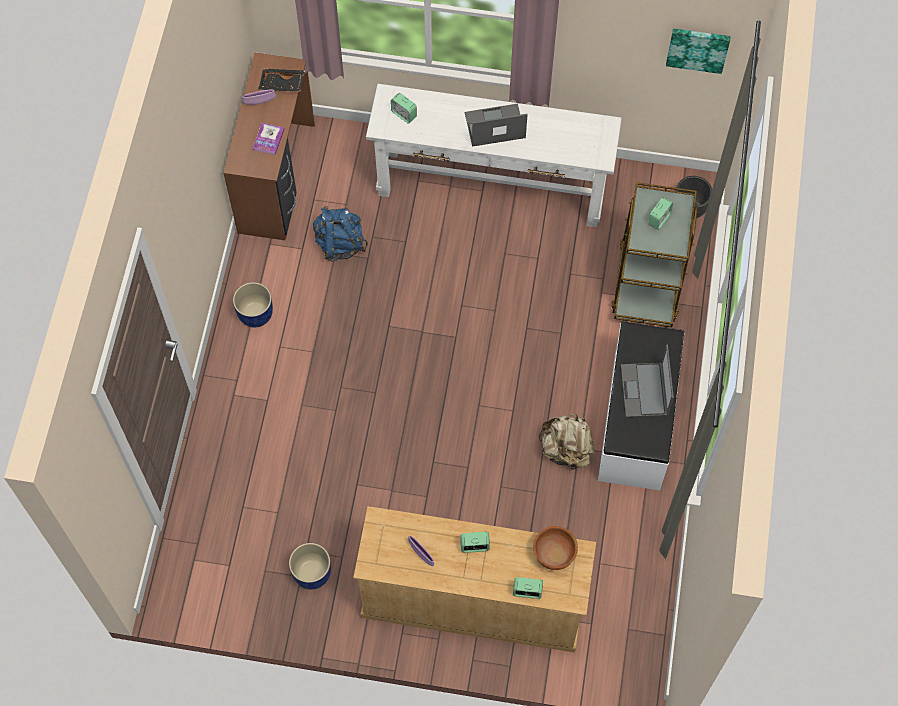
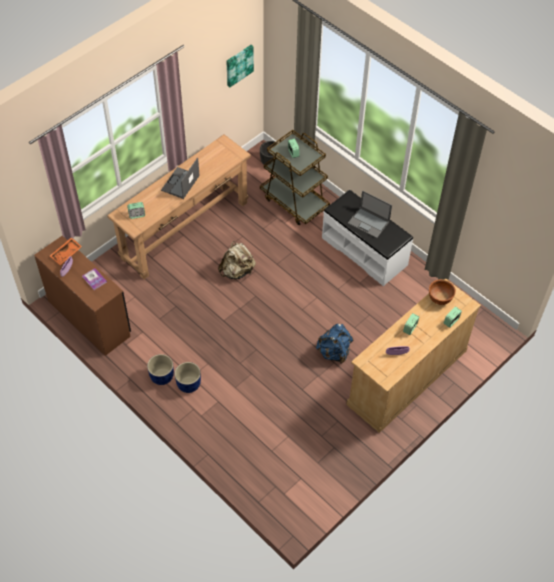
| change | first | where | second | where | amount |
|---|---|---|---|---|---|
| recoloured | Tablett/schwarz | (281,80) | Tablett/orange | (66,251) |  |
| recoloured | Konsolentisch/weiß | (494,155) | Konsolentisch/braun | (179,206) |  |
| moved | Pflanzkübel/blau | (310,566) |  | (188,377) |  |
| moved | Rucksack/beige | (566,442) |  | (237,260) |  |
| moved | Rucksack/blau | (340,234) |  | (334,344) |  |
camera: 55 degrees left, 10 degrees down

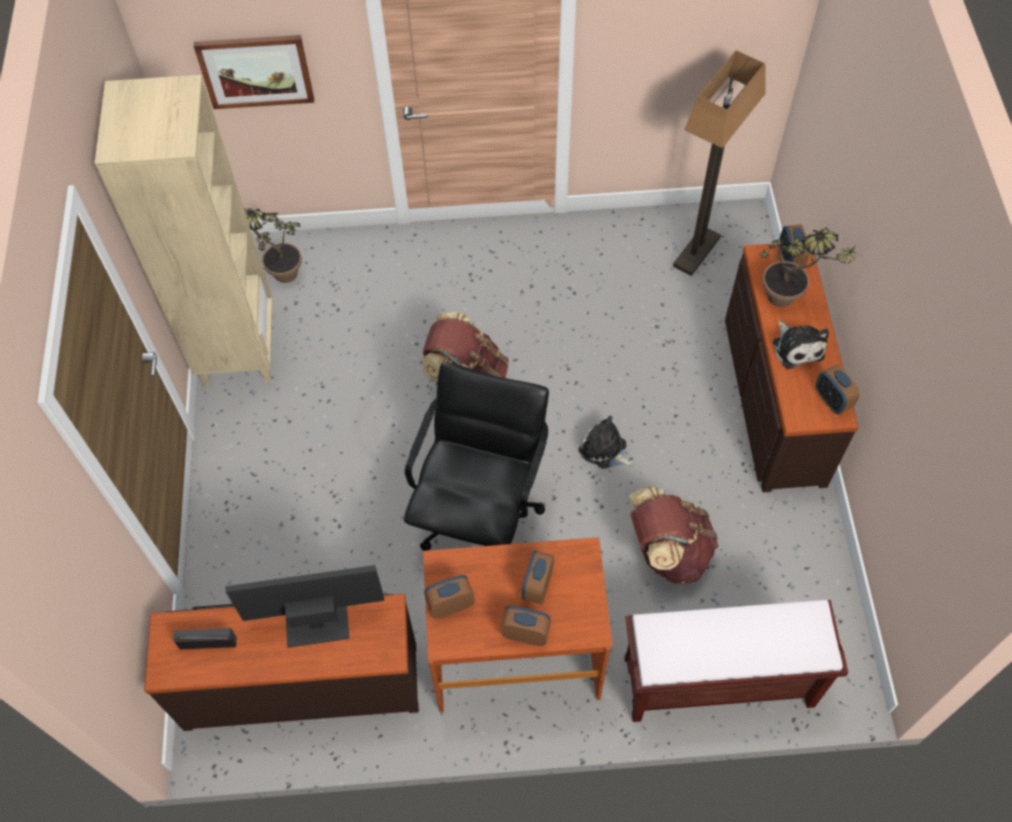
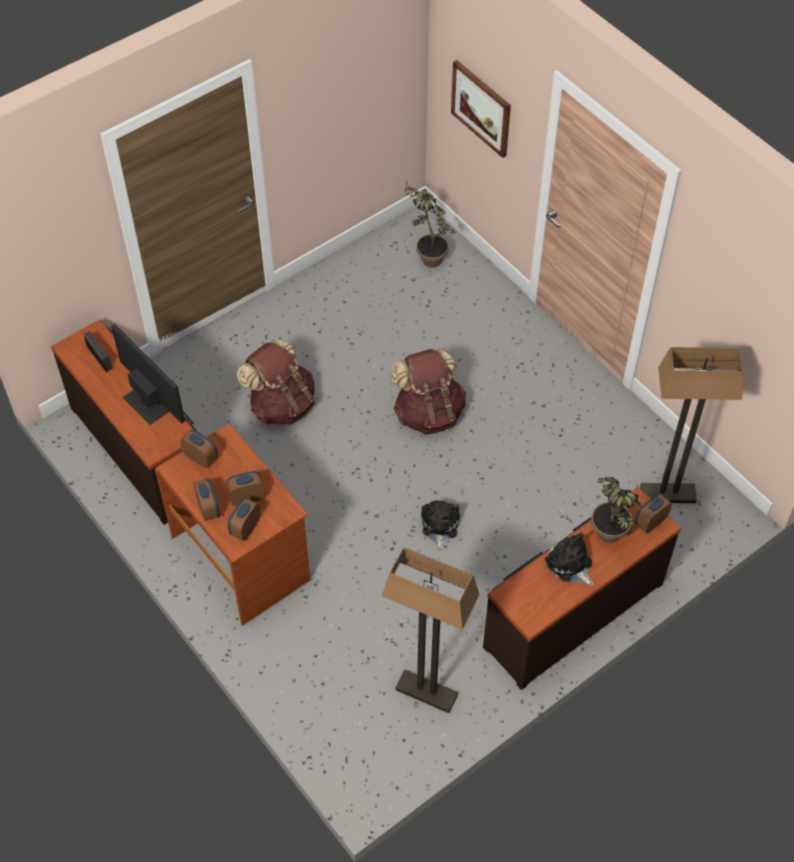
| change | first | where | second | where | amount |
|---|---|---|---|---|---|
| moved | Wecker | (838,389) |  | (244,519) |  |
| moved | Rucksack/braun | (674,535) |  | (276,382) |  |
| added |  |  | Stehlampe | (431,630) |  |
| turned | Plüschtier | (801,345) |  | (569,559) | 105 degrees clockwise |
| removed | Bücherregal/beige | (184,231) |  |  |  |
| removed | Bürostuhl/schwarz | (476,456) |  |  |  |
| removed | Bank/braun | (736,661) |  |  |  |
camera: 55 degrees right, 5 degrees down

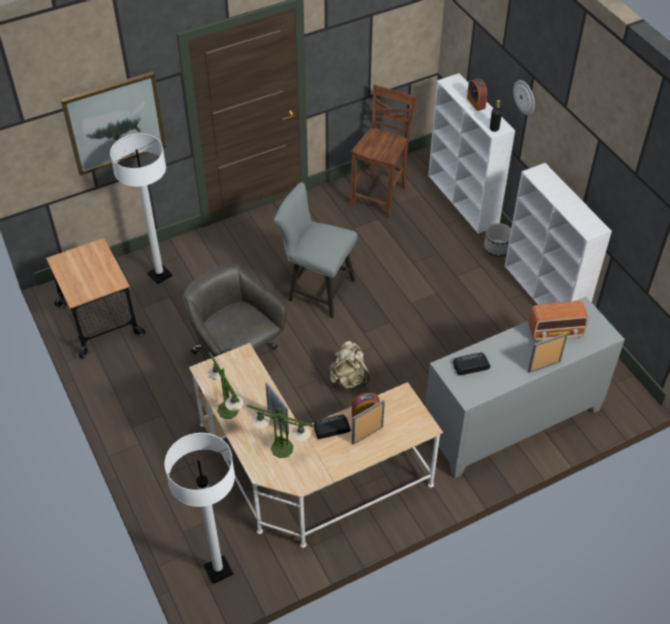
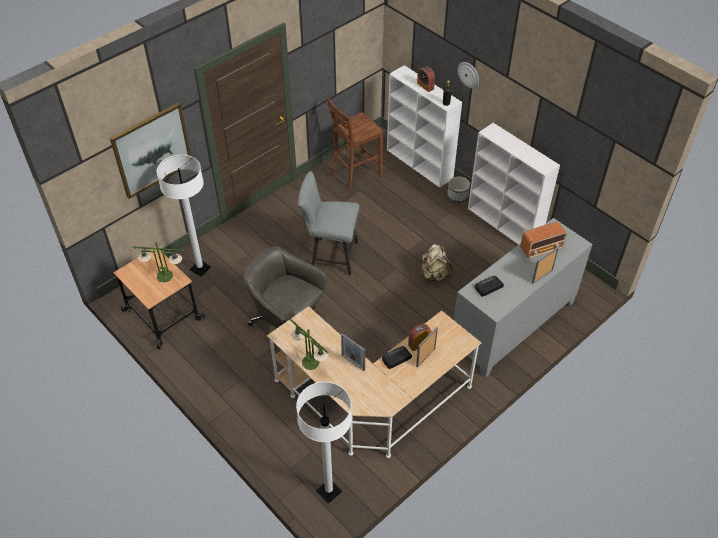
| change | first | where | second | where | amount |
|---|---|---|---|---|---|
| moved | Tischlampe | (280,431) |  | (158,262) |  |
| turned | Stuhl/braun | (383,151) |  | (355,142) | 135 degrees counterclockwise |
| moved | Rucksack/beige | (349,365) |  | (437,262) |  |
camera: 15 degrees left, 0 degrees up

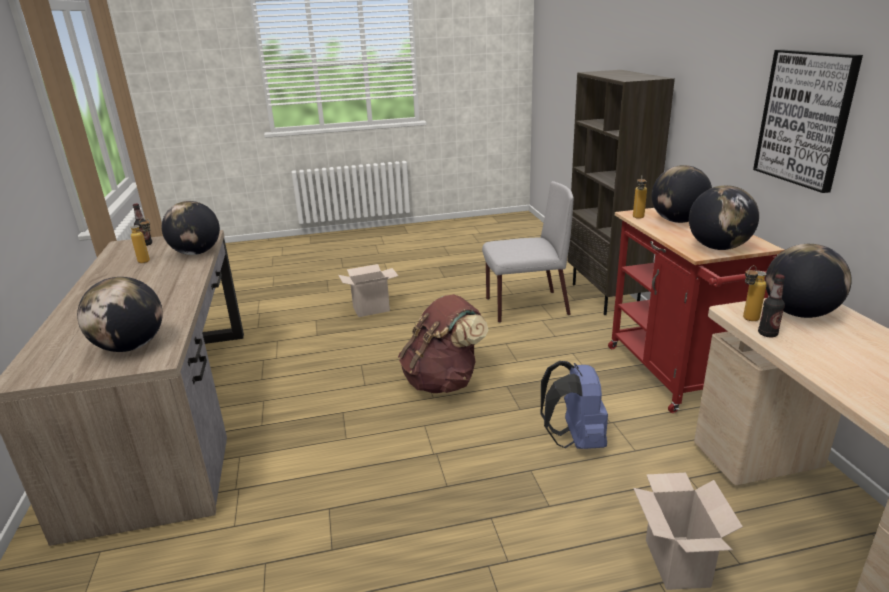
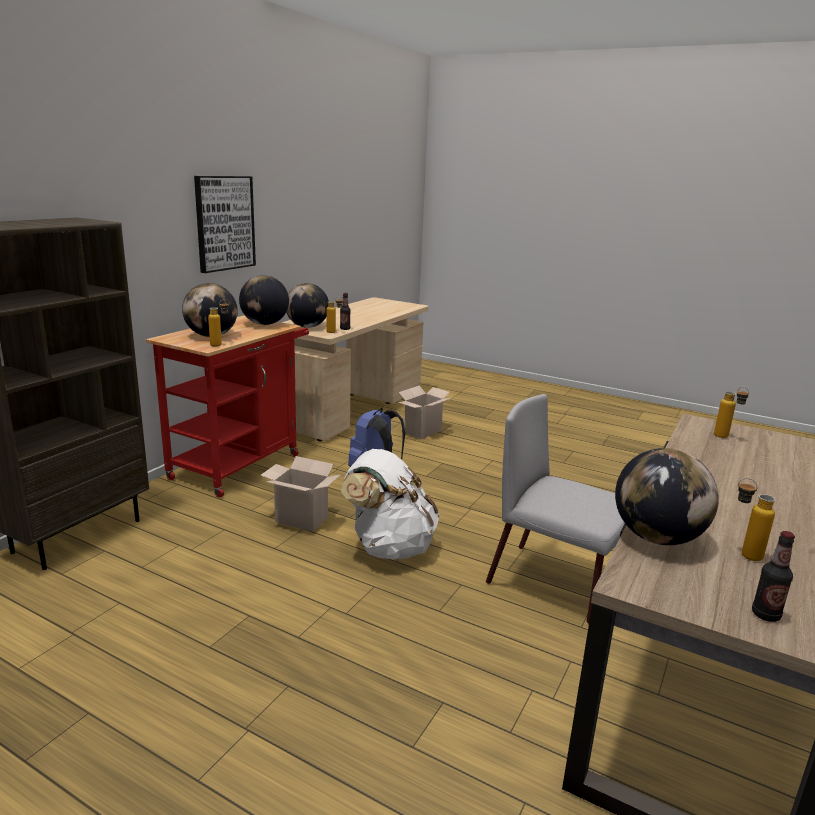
| change | first | where | second | where | amount |
|---|---|---|---|---|---|
| moved | Karton | (368,290) |  | (300,494) |  |
| recoloured | Rucksack/braun | (443,343) | Rucksack/weiß | (390,504) |  |
| moved | Stuhl/grau | (528,252) |  | (555,509) |  |
| replaced | Globus | (120,314) | Flasche | (731,412) |  |
camera: 140 degrees left, 5 degrees down

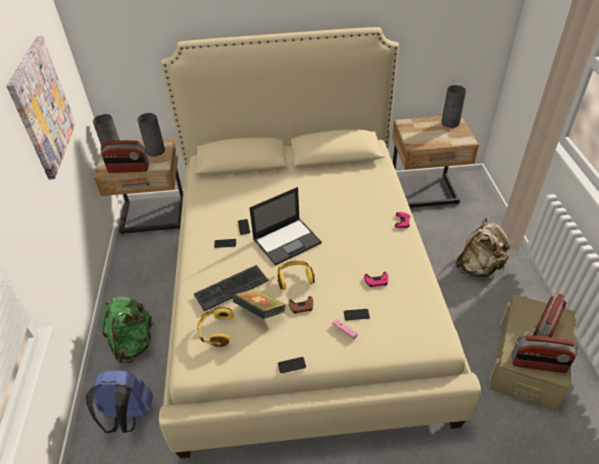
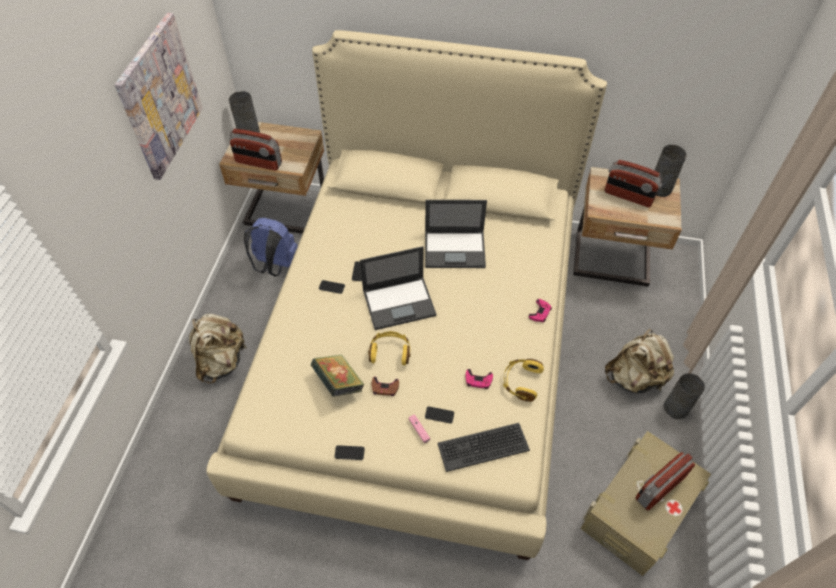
| change | first | where | second | where | amount |
|---|---|---|---|---|---|
| recoloured | Rucksack/grün | (127,330) | Rucksack/beige | (218,349) |  |
| moved | Rucksack/blau | (119,401) |  | (271,247) |  |
| added |  |  | Laptop | (456,234) |  |
| moved | Tastatur | (231,288) |  | (483,447) |  |
| moved | Kopfhörer/gelb | (215,327) |  | (523,380) |  |
| moved | Radio | (545,354) |  | (633,183) |  |
| moved | Vase/grau | (151,135) |  | (684,396) |  |
camera: 15 degrees right, 10 degrees up

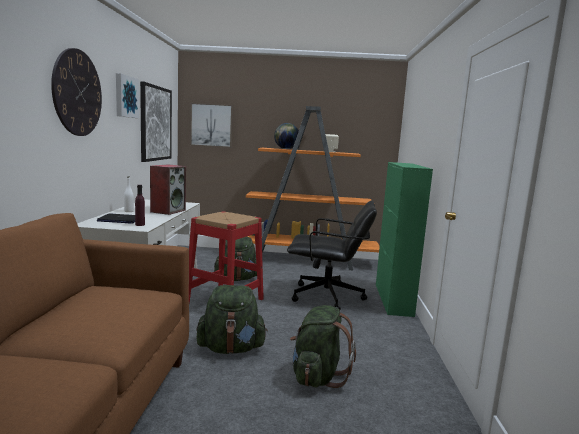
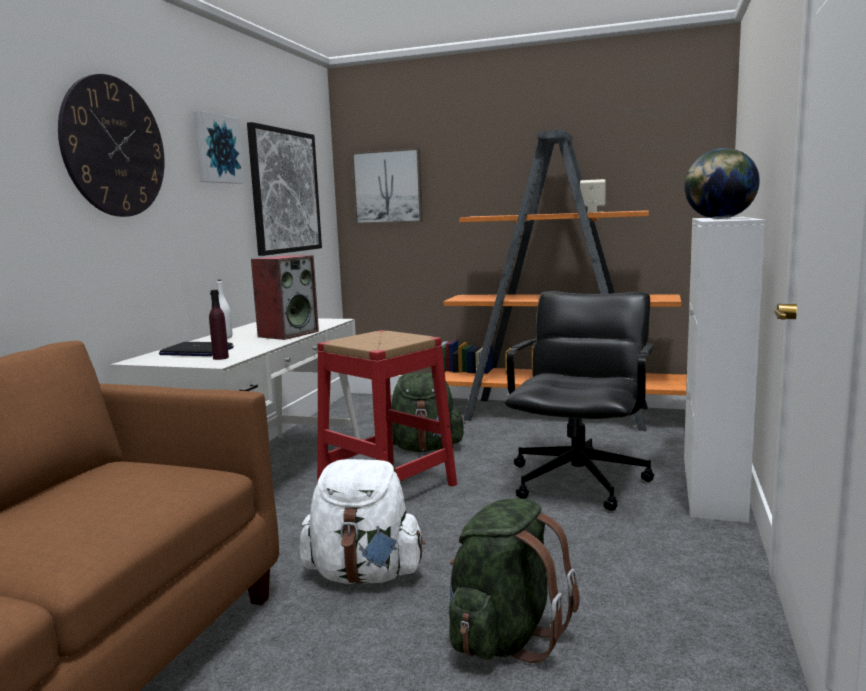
| change | first | where | second | where | amount |
|---|---|---|---|---|---|
| recoloured | Rucksack/grün | (232,319) | Rucksack/weiß | (362,521) |  |
| turned | Bürostuhl/schwarz | (332,255) |  | (579,401) | 90 degrees counterclockwise |
| moved | Globus | (286,136) |  | (722,183) |  |
| recoloured | Schrank/grün | (404,239) | Schrank/weiß | (724,370) |  |
camera: 15 degrees right, 0 degrees up

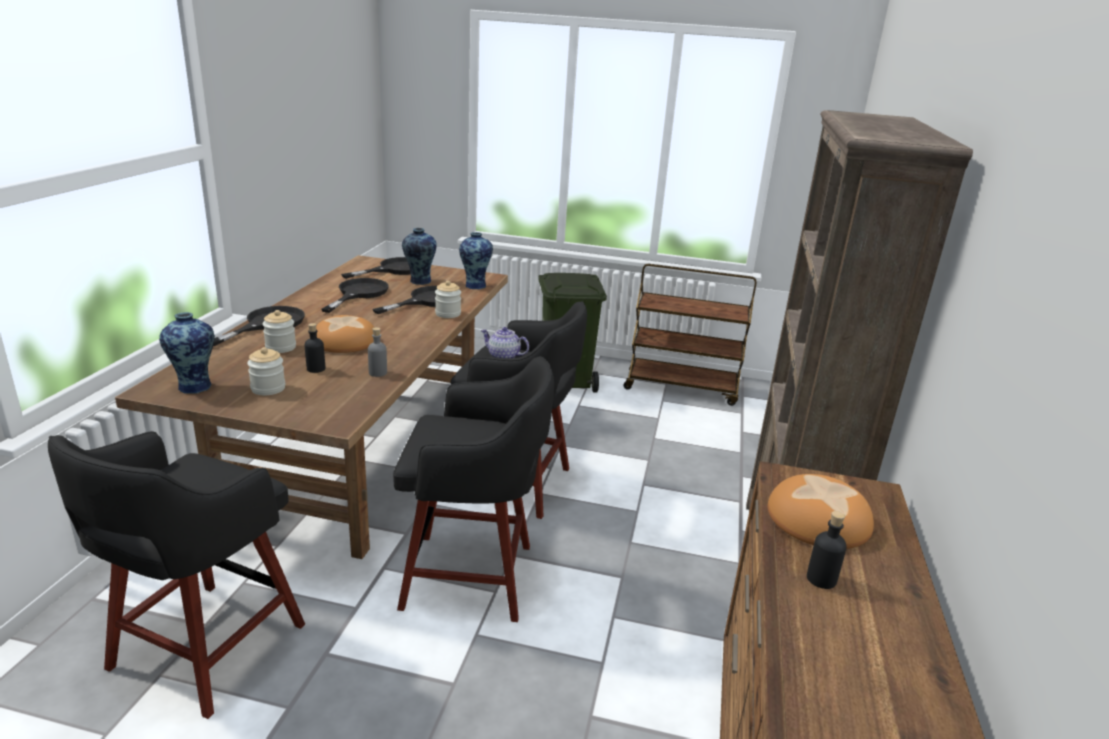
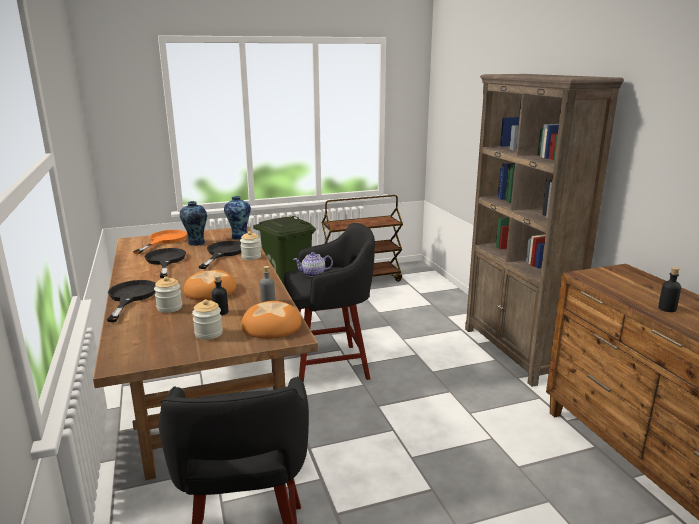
| change | first | where | second | where | amount |
|---|---|---|---|---|---|
| recoloured | Pfanne/schwarz | (376,268) | Pfanne/orange | (160,242) |  |
| moved | Brot | (821,511) |  | (271,320) |  |
| removed | Vase | (187,353) |  |  |  |
| removed | Hocker/schwarz | (473,489) |  |  |  |
camera: 30 degrees left, 5 degrees down

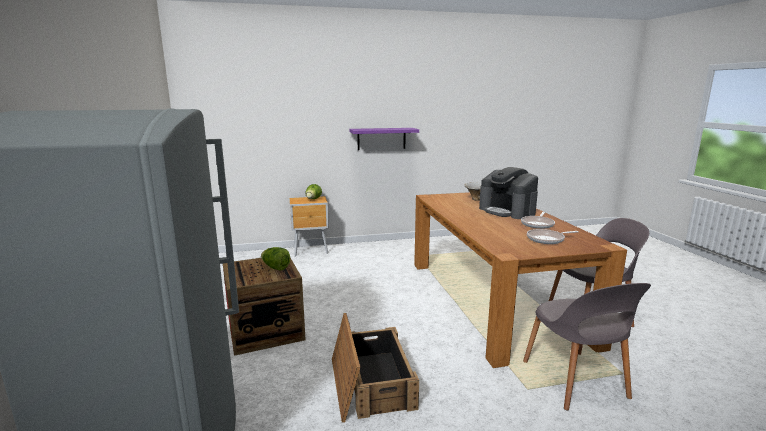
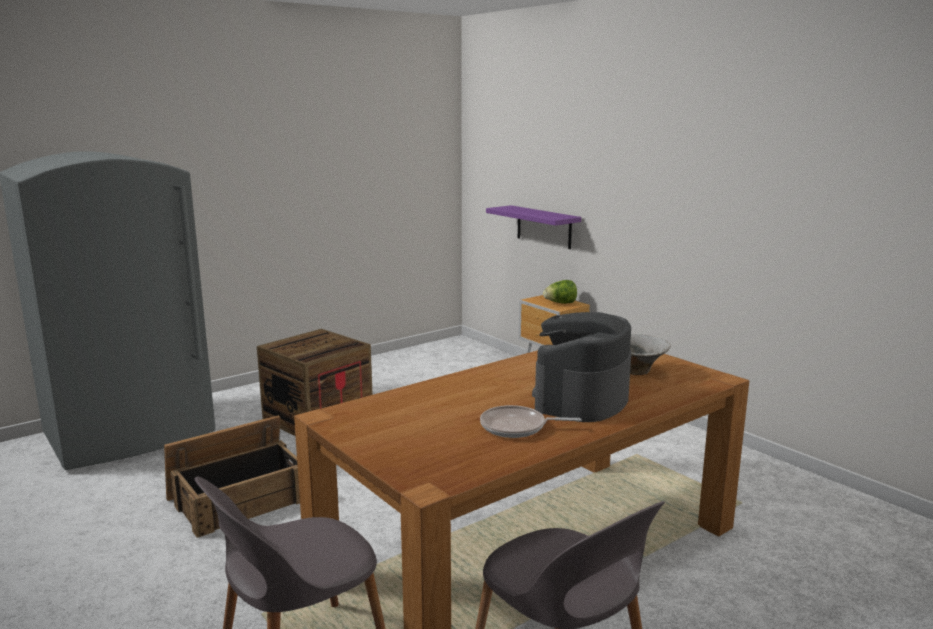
| change | first | where | second | where | amount |
|---|---|---|---|---|---|
| moved | Wandregal/lila | (384,139) |  | (533,227) |  |
| removed | Salatkopf | (275,259) |  |  |  |
| removed | Pfanne | (553,236) |  |  |  |
camera: 65 degrees right, 0 degrees up

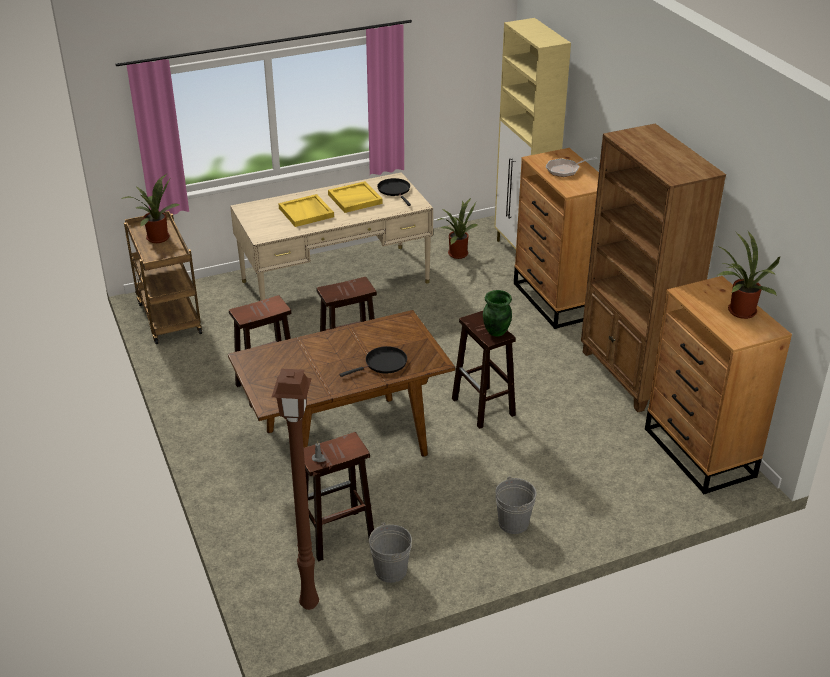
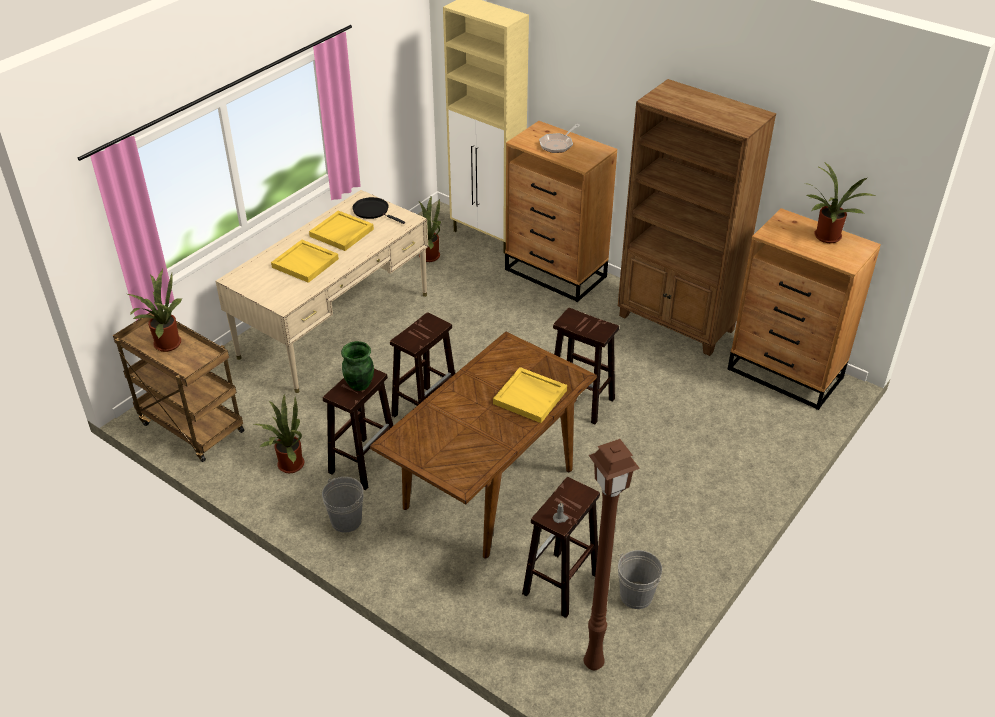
| change | first | where | second | where | amount |
|---|---|---|---|---|---|
| added |  |  | Topfpflanze | (279,433) |  |
| moved | Eimer/grau | (516,505) |  | (342,505) |  |
| moved | Vase/grün | (497,313) |  | (357,366) |  |
| replaced | Pfanne/schwarz | (373,361) | Tablett/gelb | (530,395) |  |
camera: 30 degrees left, 5 degrees up

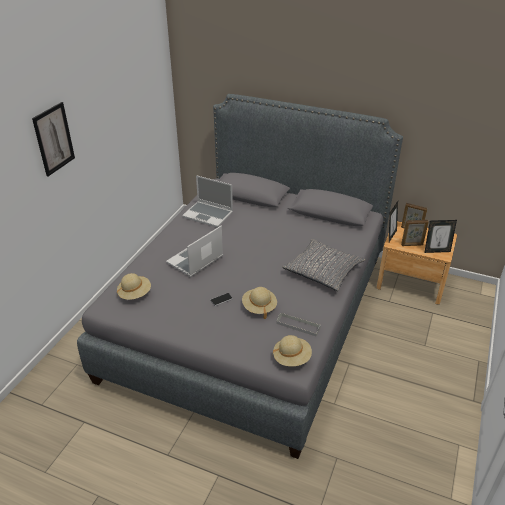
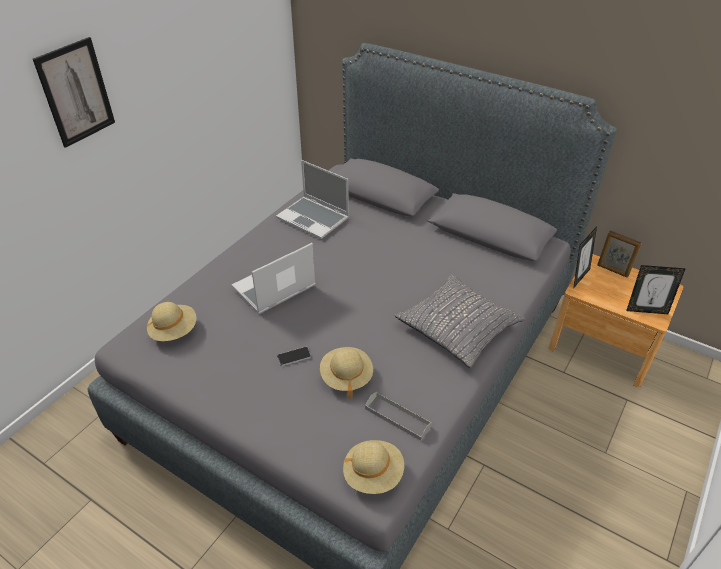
| change | first | where | second | where | amount |
|---|---|---|---|---|---|
| removed | Bilderrahmen | (415,233) |  |  |  |
camera: 10 degrees right, 5 degrees up

